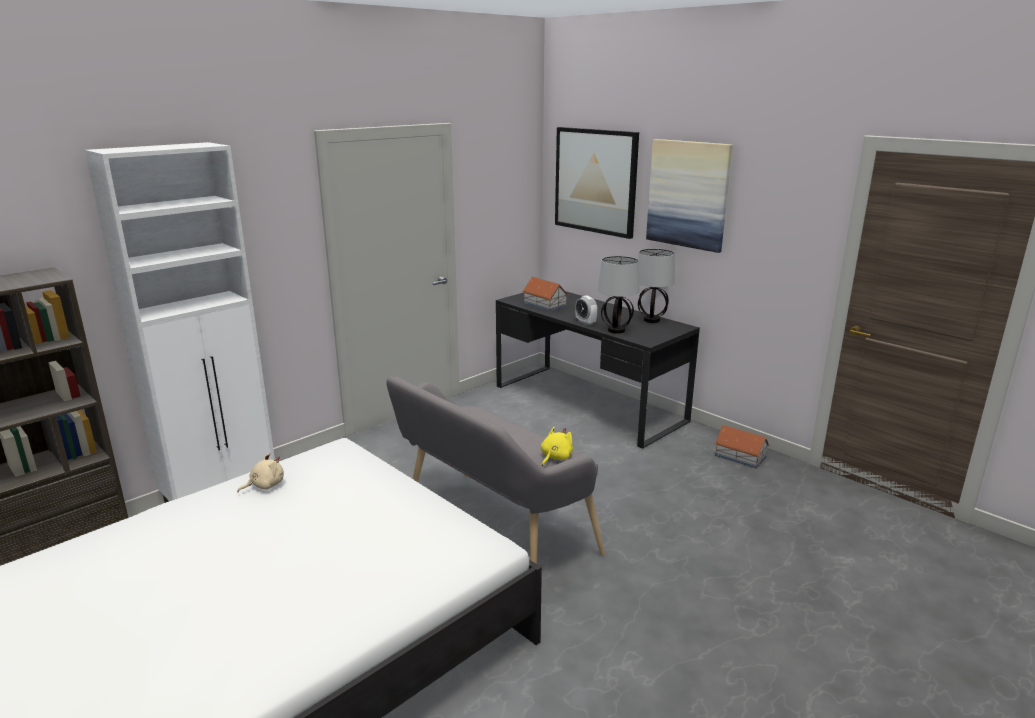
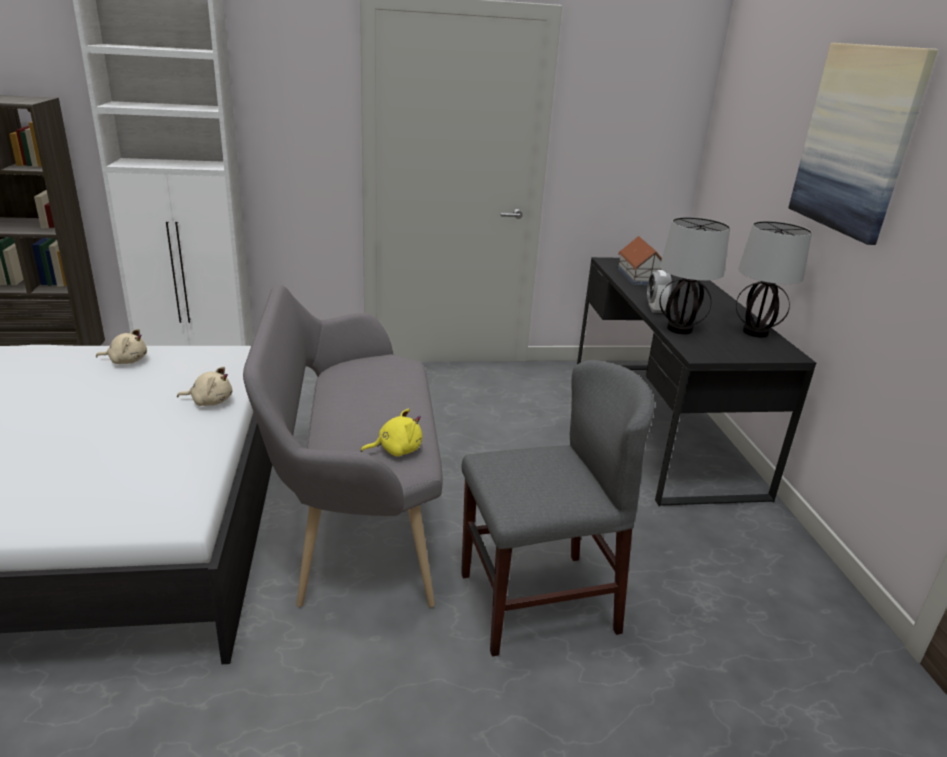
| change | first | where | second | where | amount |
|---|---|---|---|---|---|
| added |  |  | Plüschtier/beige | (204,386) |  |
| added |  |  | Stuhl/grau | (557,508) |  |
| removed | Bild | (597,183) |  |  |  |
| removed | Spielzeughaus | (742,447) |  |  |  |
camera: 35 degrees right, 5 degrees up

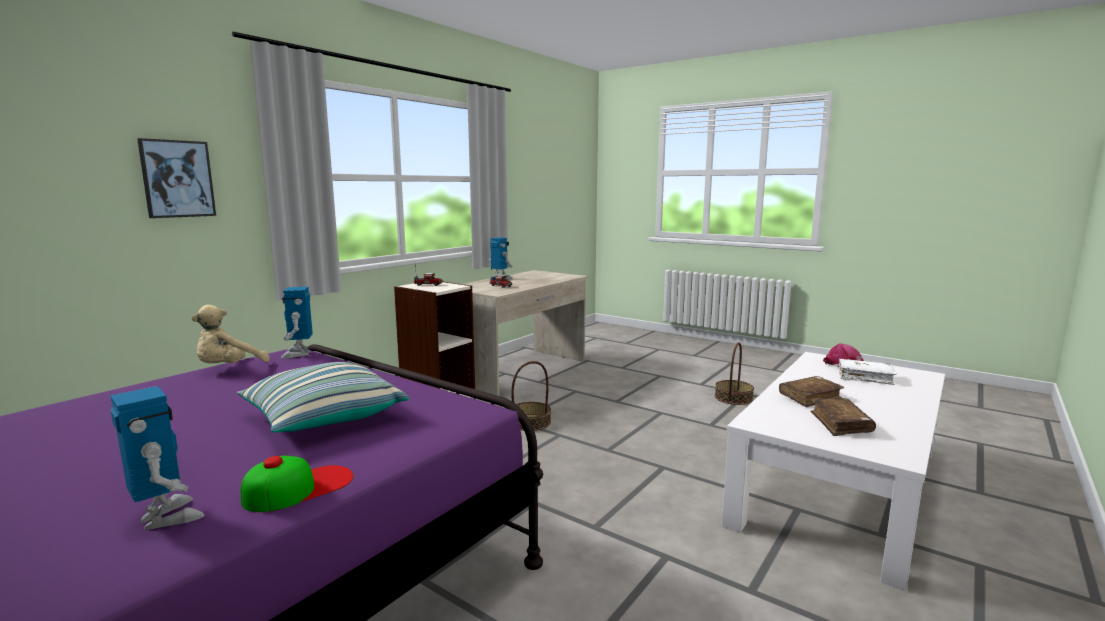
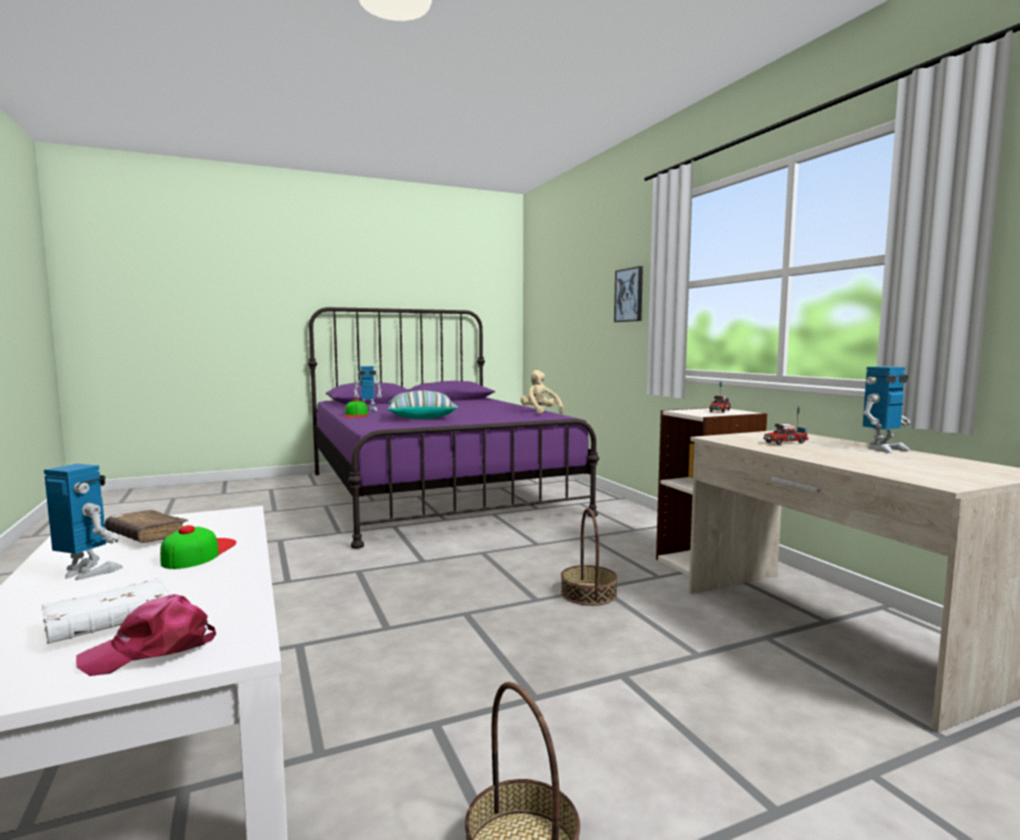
| change | first | where | second | where | amount |
|---|---|---|---|---|---|
| moved | Spielzeugroboter | (297,323) |  | (83,522) |  |
| replaced | Buch/braun | (811,391) | Kappe | (198,547) |  |
camera: 120 degrees right, 5 degrees down

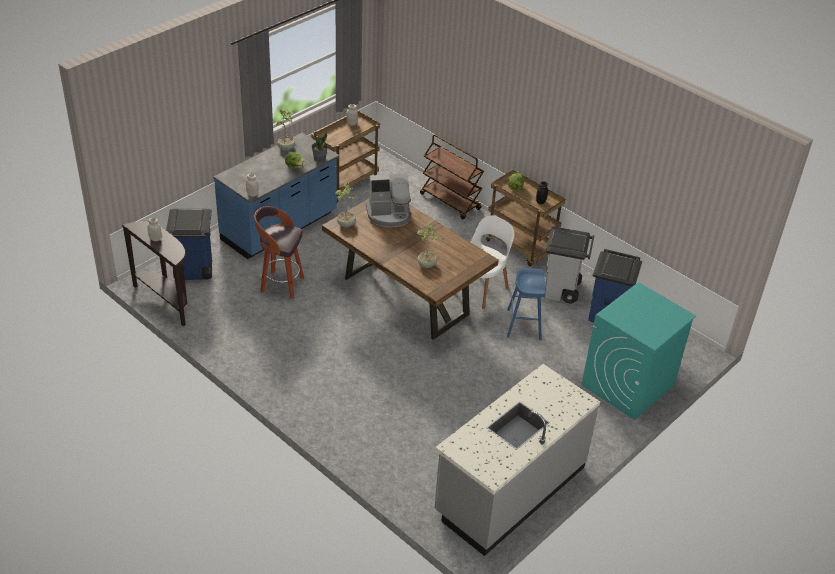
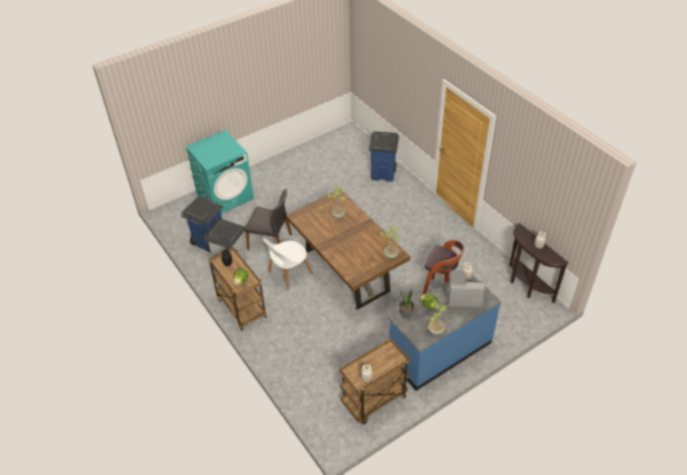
| change | first | where | second | where | amount |
|---|---|---|---|---|---|
| replaced | Hocker/blau | (526,304) | Stuhl/grau | (268,219) |  |
| moved | Mülleimer/blau | (189,244) |  | (383,156) |  |
| moved | Kaffeemaschine | (388,200) |  | (465,290) |  |
| removed | Rollwagen/braun | (452,177) |  |  |  |
| removed | Küchenzeile/grau | (517,460) |  |  |  |
camera: 165 degrees left, 5 degrees up

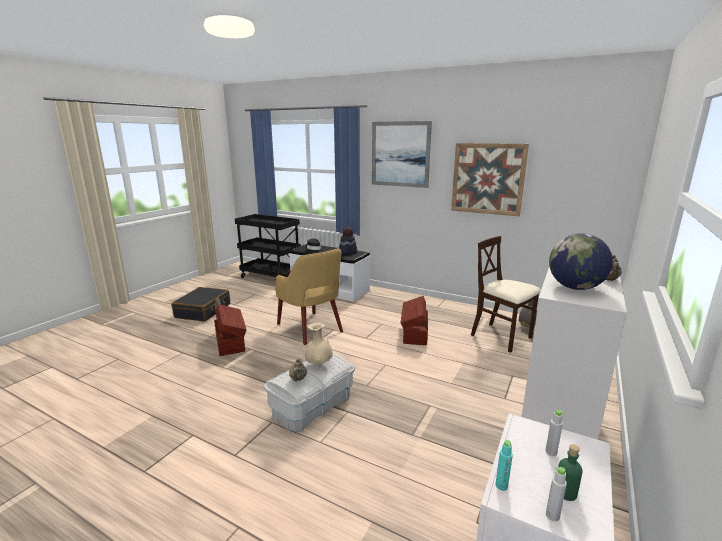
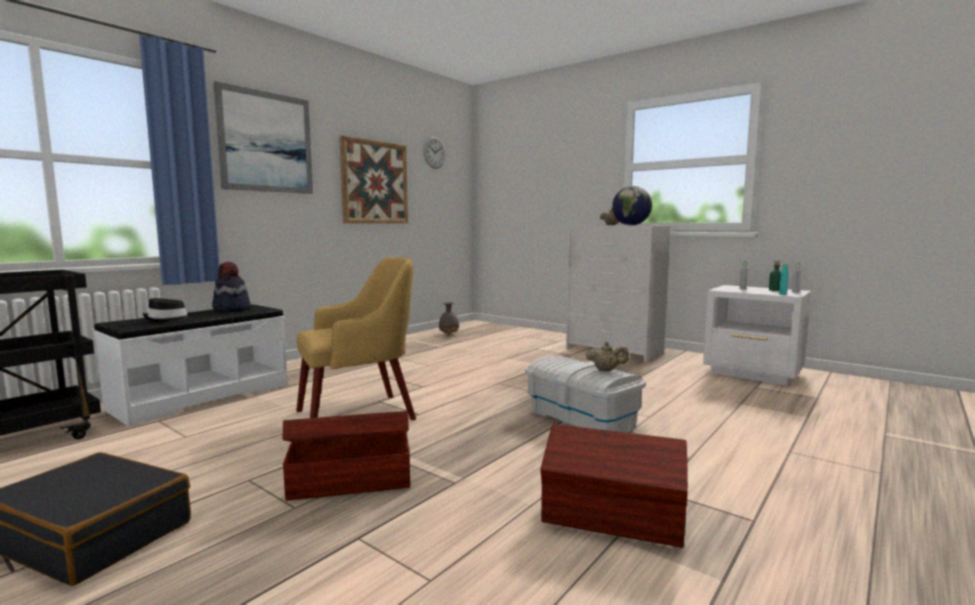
| change | first | where | second | where | amount |
|---|---|---|---|---|---|
| added |  |  | Wanduhr | (435,153) |  |
| moved | Aufbewahrungsbox/braun | (414,320) |  | (614,486) |  |
| removed | Vase/beige | (319,344) |  |  |  |
| removed | Stuhl/beige | (506,294) |  |  |  |
camera: 80 degrees left, 10 degrees down

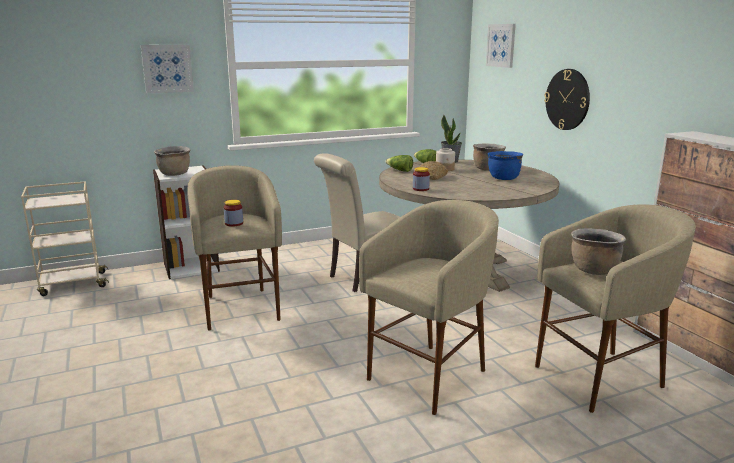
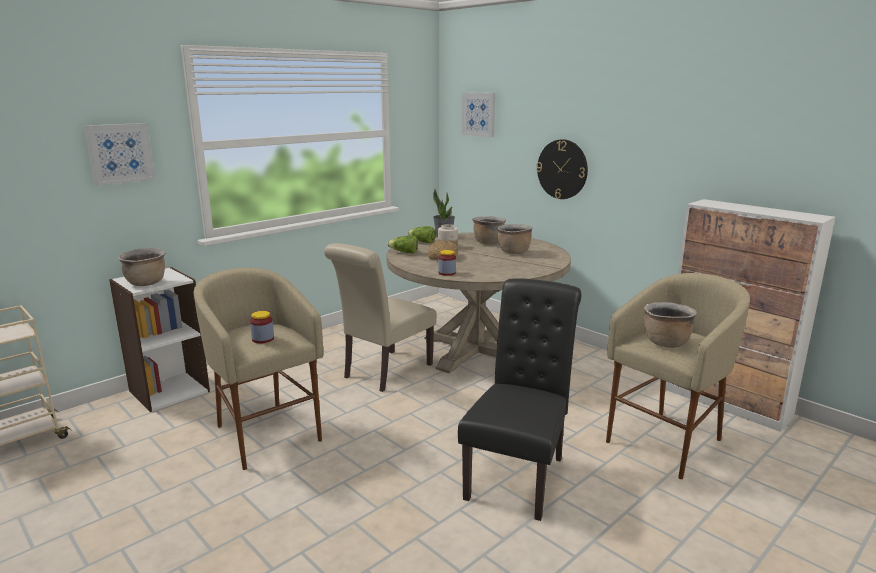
| change | first | where | second | where | amount |
|---|---|---|---|---|---|
| replaced | Hocker/beige | (429,307) | Stuhl/schwarz | (519,399) |  |
| recoloured | Kochtopf/blau | (505,165) | Kochtopf/braun | (515,239) |  |
camera: 20 degrees left, 0 degrees up

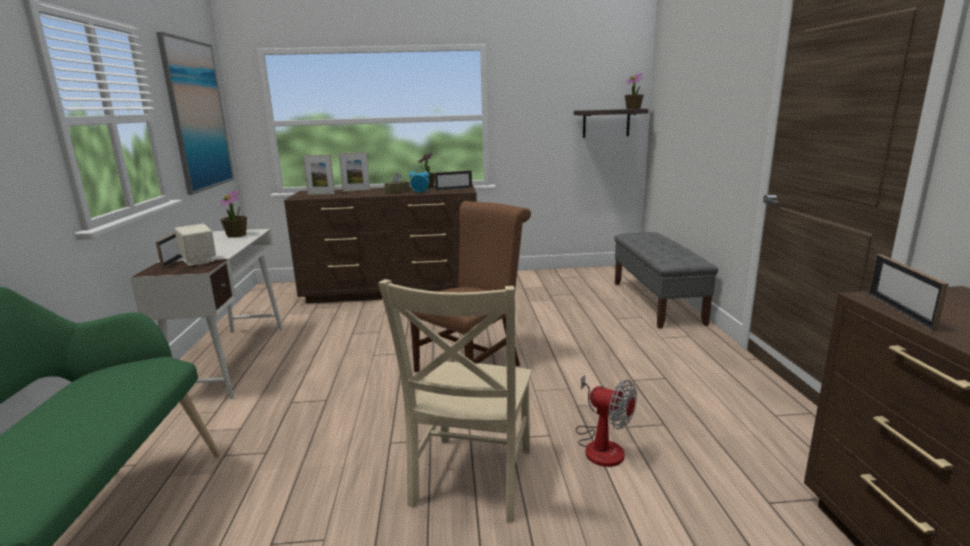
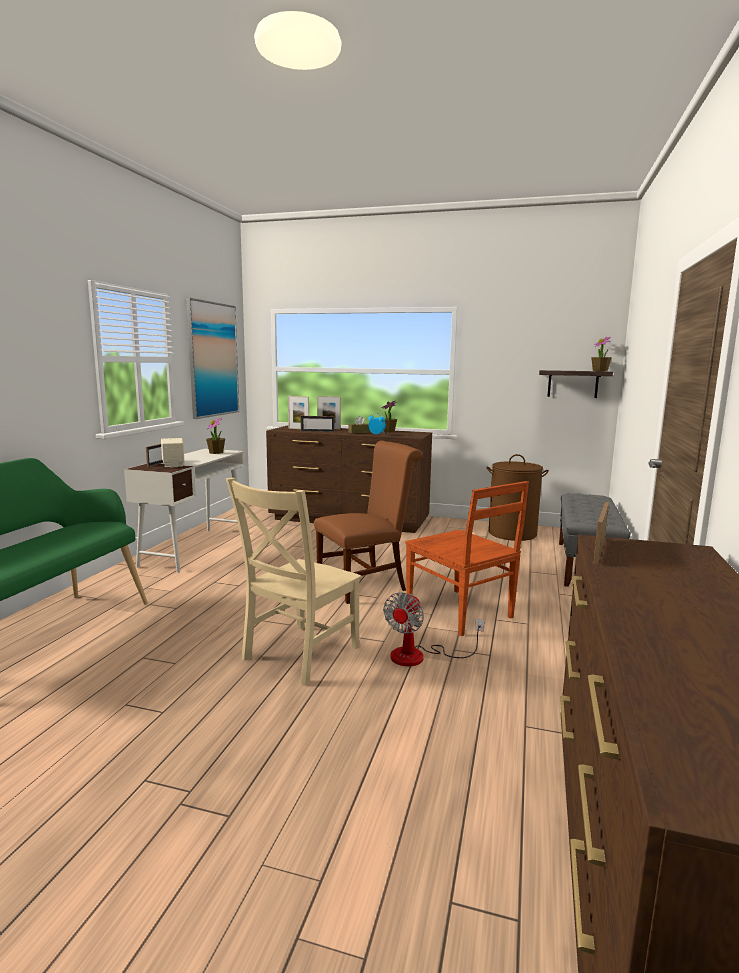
| change | first | where | second | where | amount |
|---|---|---|---|---|---|
| moved | Bilderrahmen | (453,180) |  | (318,424) |  |
| turned | Ventilator | (606,421) |  | (433,629) | 60 degrees clockwise |
| added |  |  | Stuhl/braun | (467,558) |  |
| added |  |  | Wäschekorb/braun | (517,497) |  |
camera: 20 degrees right, 5 degrees down

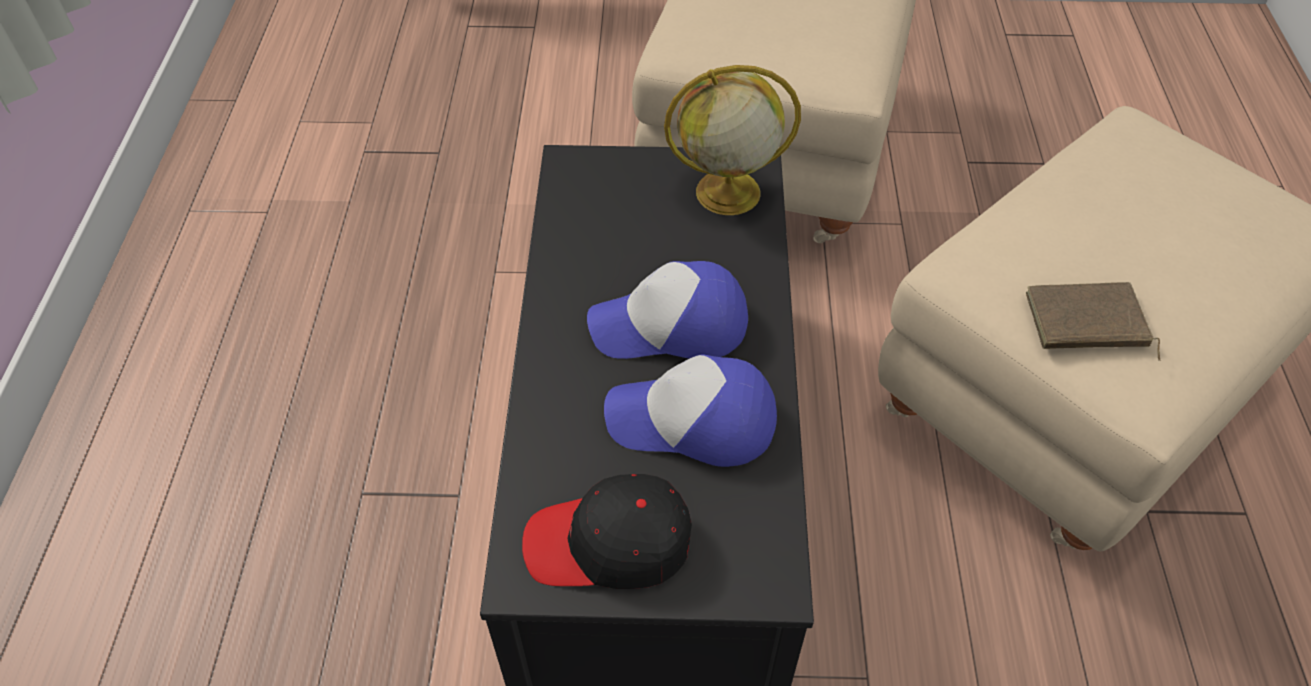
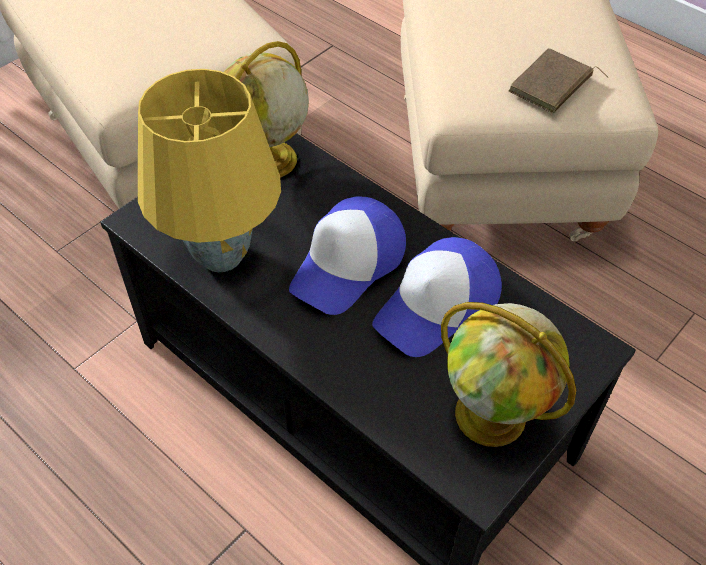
| change | first | where | second | where | amount |
|---|---|---|---|---|---|
| added |  |  | Tischlampe/gelb | (209,170) |  |
| replaced | Kappe/schwarz | (607,531) | Globus | (508,374) |  |
camera: 50 degrees left, 0 degrees up

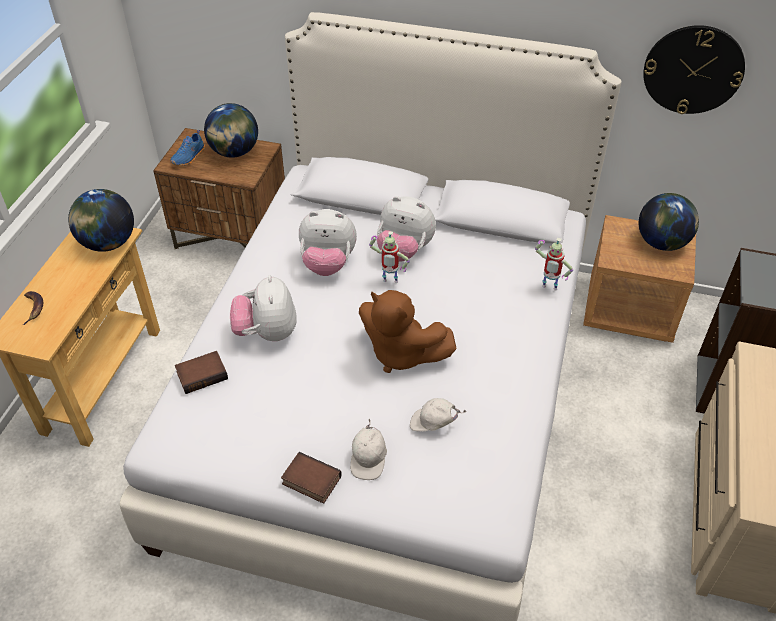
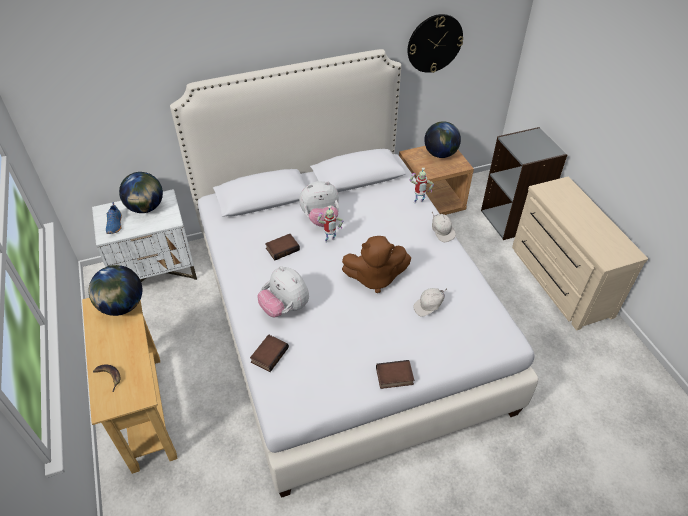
| change | first | where | second | where | amount |
|---|---|---|---|---|---|
| recoloured | Nachttisch/braun | (219,188) | Nachttisch/weiß | (144,235) |  |
| replaced | Plüschtier | (328,242) | Buch | (282,247) |  |
| moved | Kappe/weiß | (368,449) |  | (443,226) |  |
camera: 35 degrees left, 0 degrees up

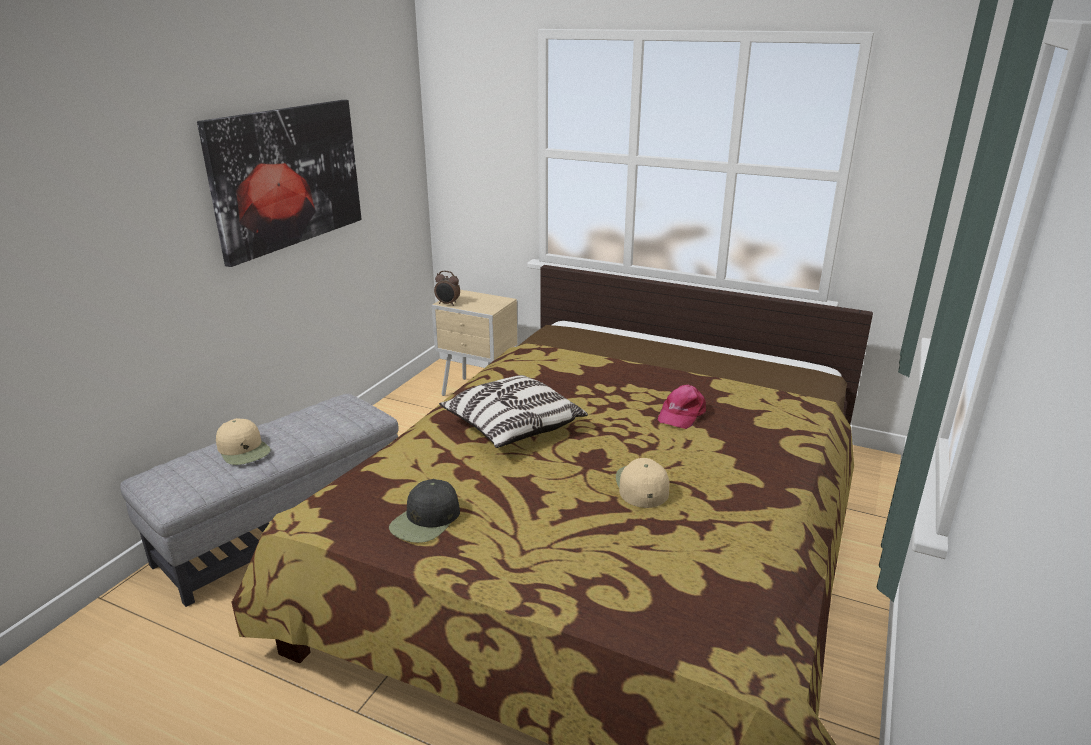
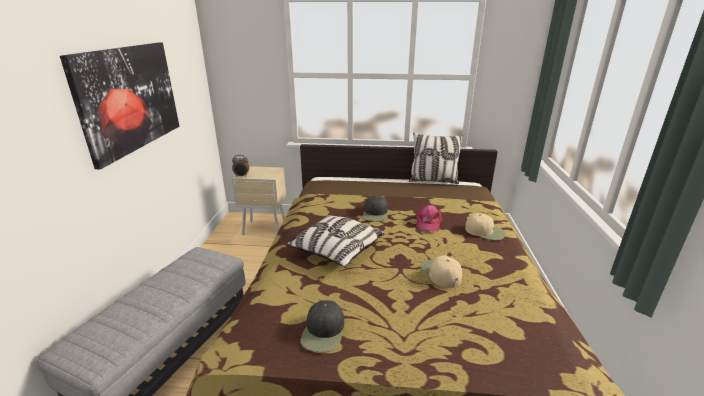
| change | first | where | second | where | amount |
|---|---|---|---|---|---|
| added |  |  | Kappe/schwarz | (375,208) |  |
| added |  |  | Kissen | (436,158) |  |
| moved | Kappe/beige | (243,441) |  | (485,226) |  |
camera: 20 degrees left, 0 degrees up

